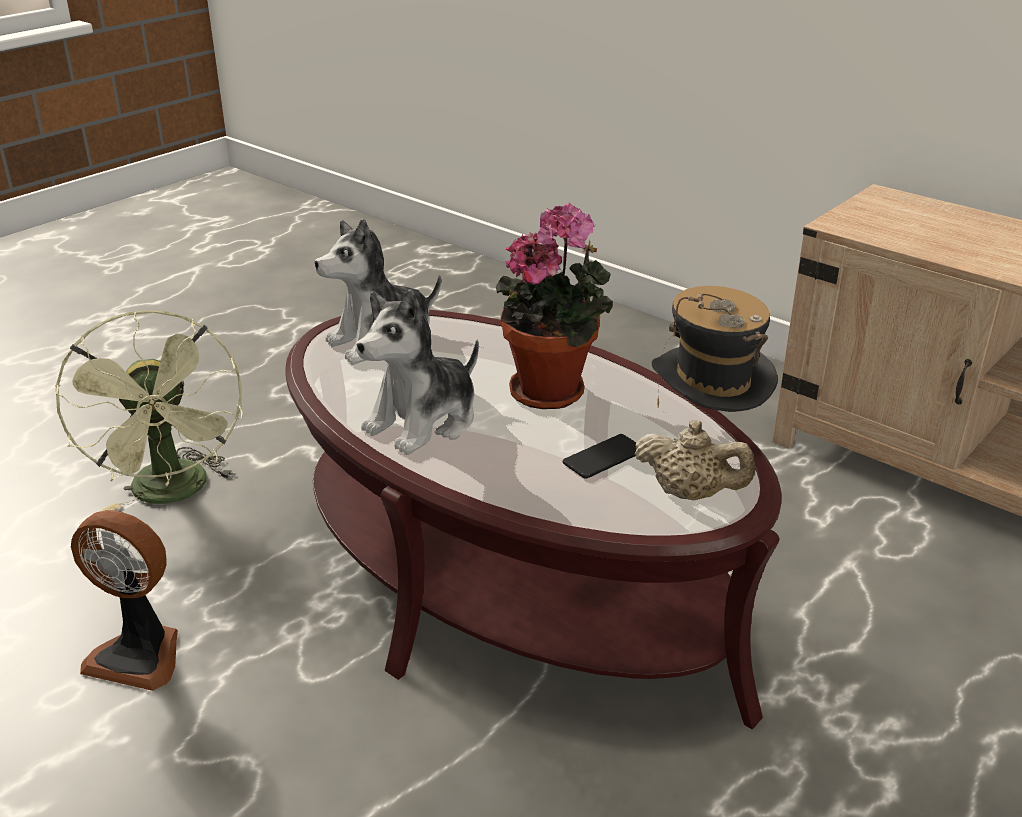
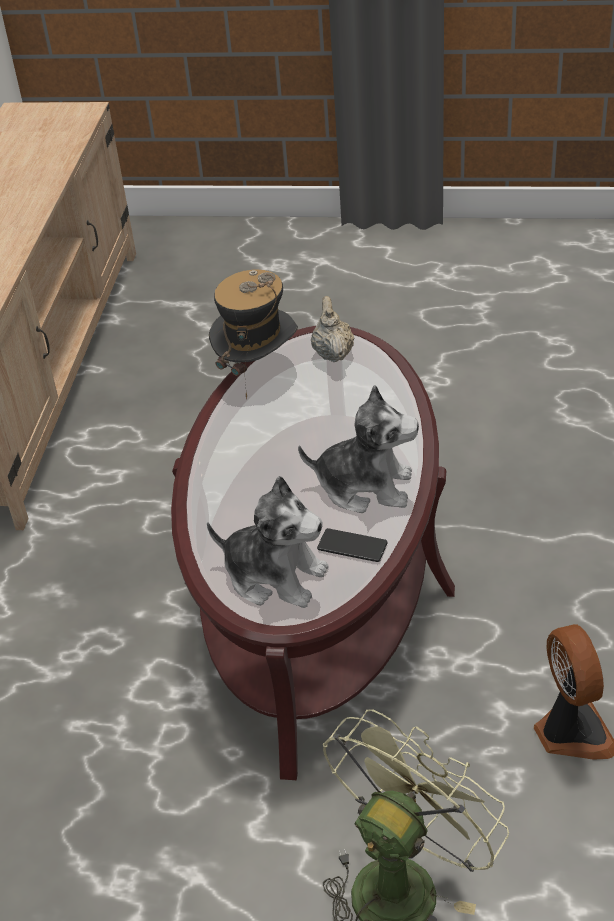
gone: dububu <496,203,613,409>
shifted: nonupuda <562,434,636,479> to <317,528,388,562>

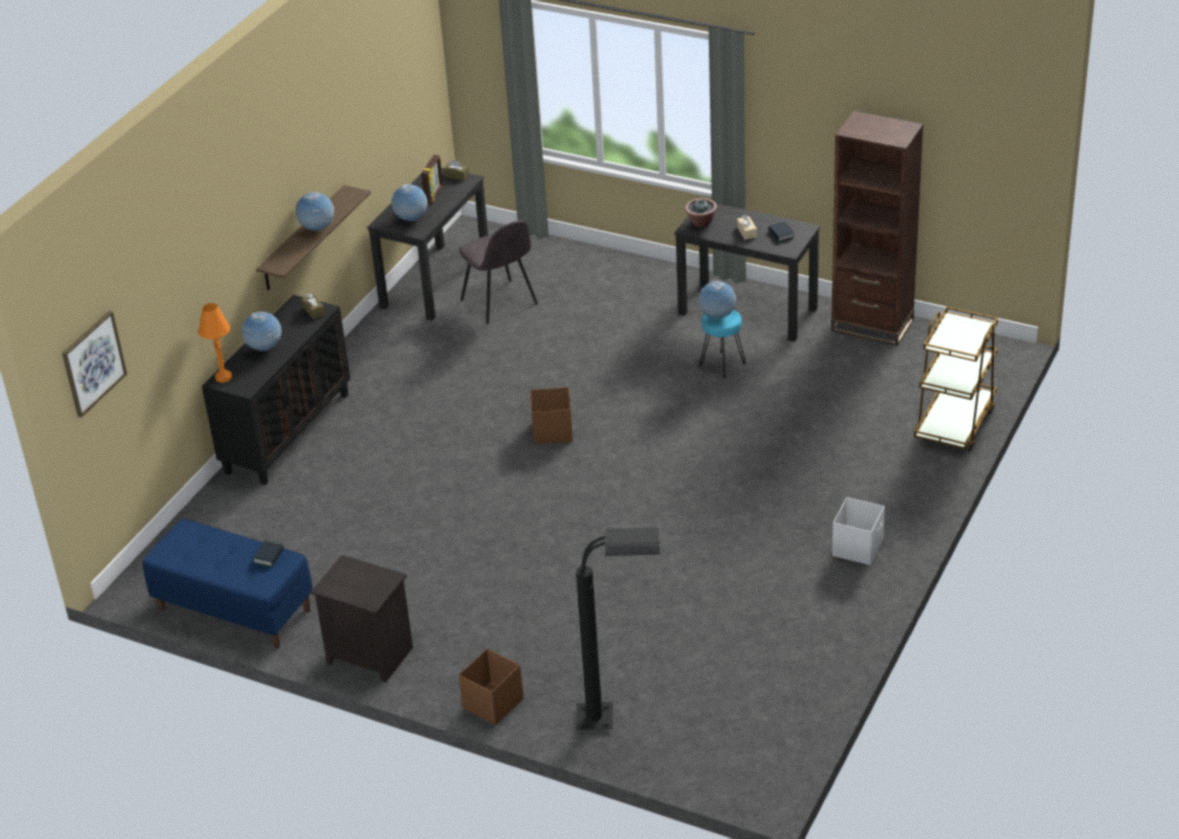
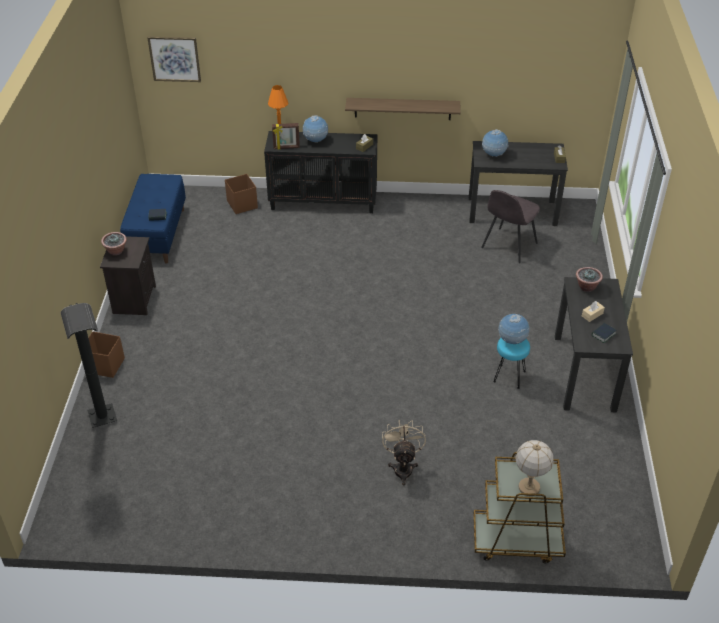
gone: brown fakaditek <831,111,923,346>; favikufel <296,192,334,231>; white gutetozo <832,497,885,565>
new: dububu <101,232,127,256>; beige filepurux <382,420,426,486>; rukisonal <515,440,553,496>
shifted: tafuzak <421,155,443,204> to <272,123,300,149>; brown gutetozo <530,387,573,444> to <225,174,258,214>

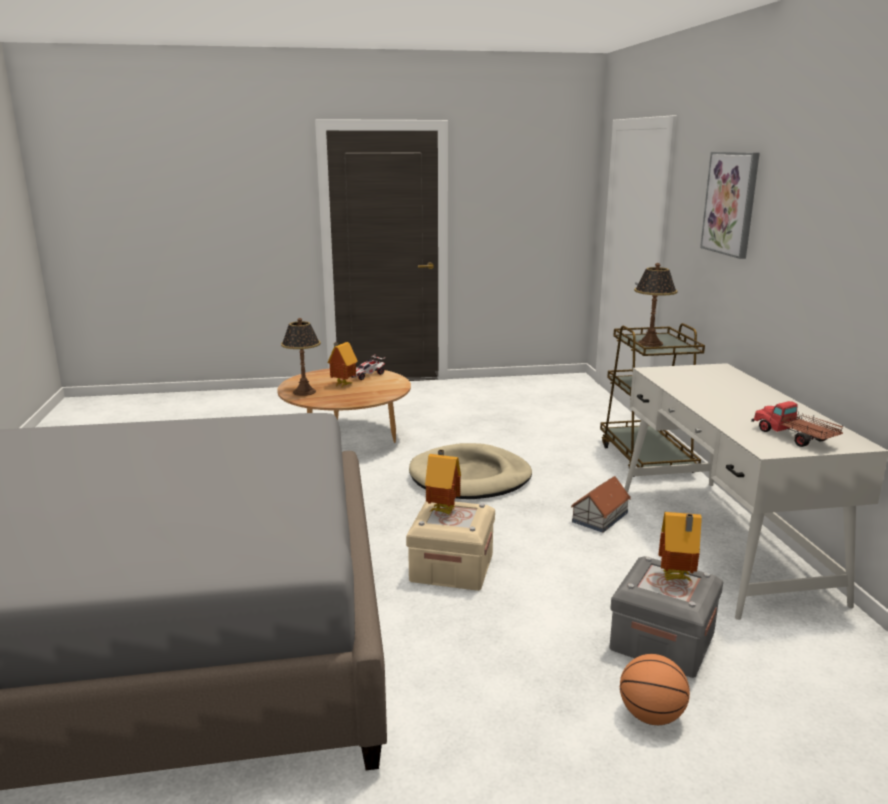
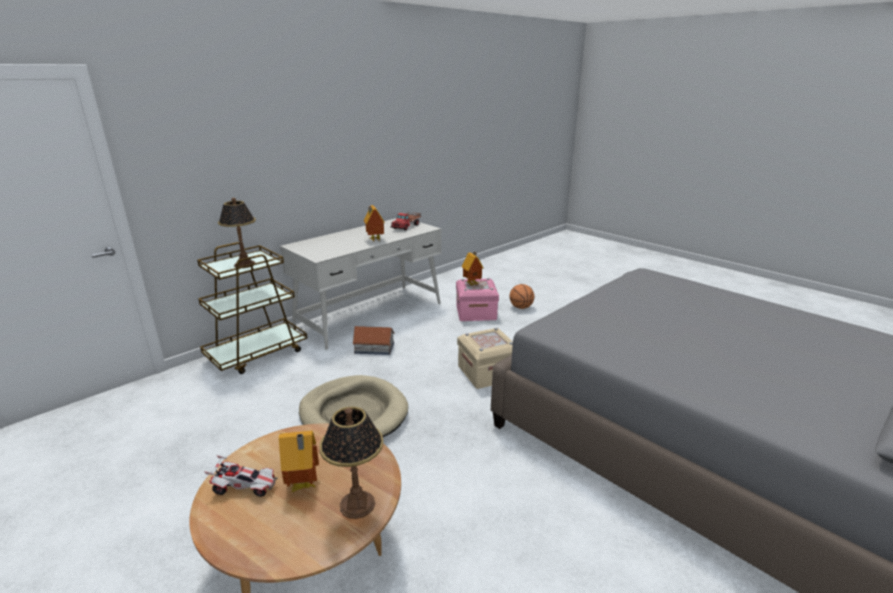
gone: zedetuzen <700,152,760,259>
shifted: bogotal <425,449,461,514> to <364,205,385,242>
repainted: grey gutetozo <609,556,723,678> to pink gutetozo <456,278,499,321>

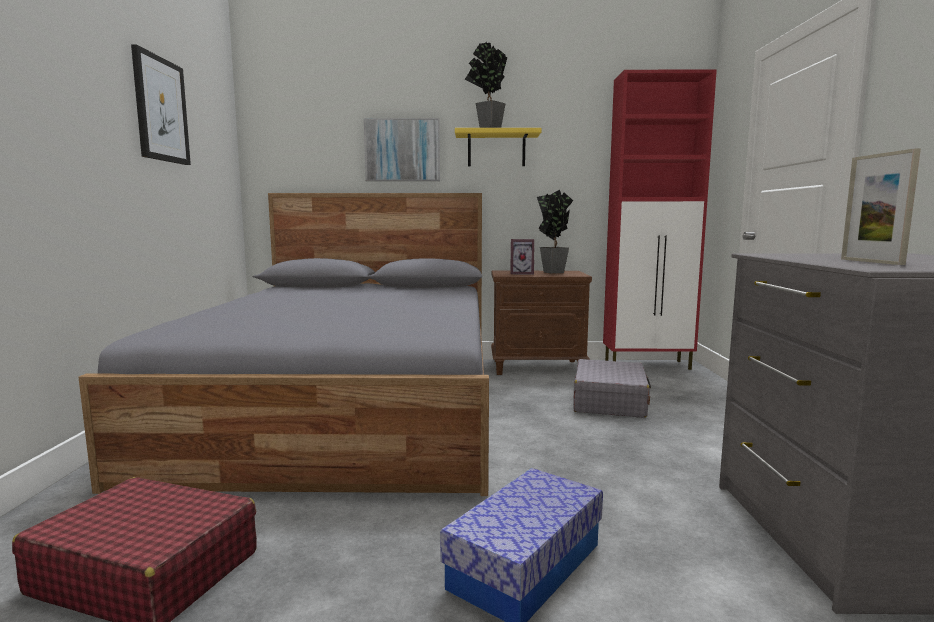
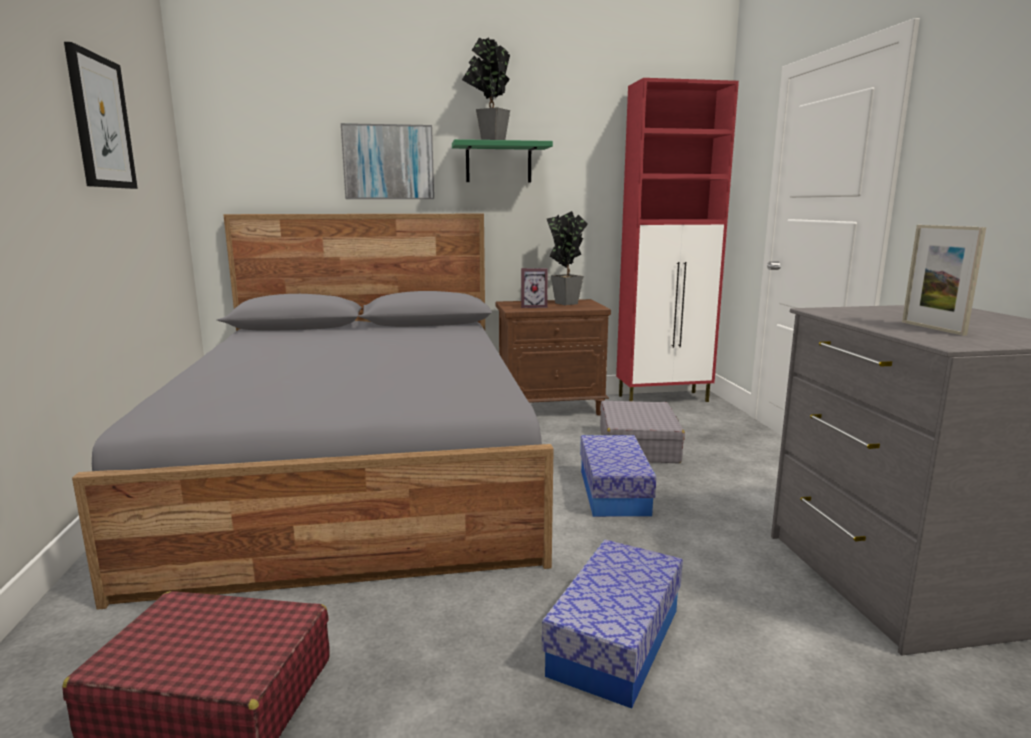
new: gutetozo <580,435,656,517>
repainted: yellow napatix <455,128,542,166> to green napatix <452,139,553,182>

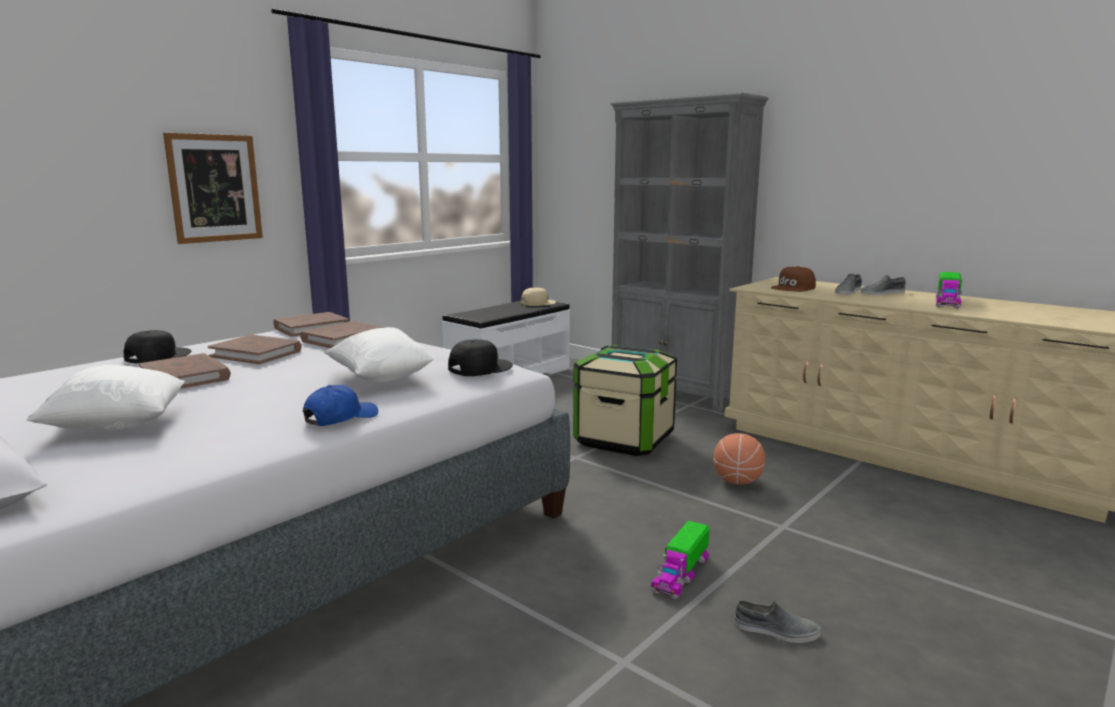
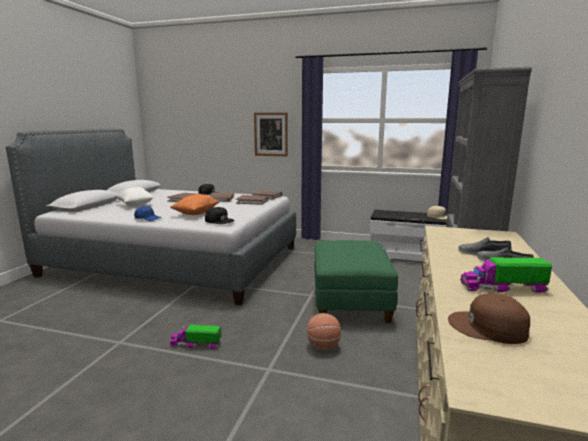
gone: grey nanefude <735,600,821,643>
shifted: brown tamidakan <771,266,816,292> to <448,294,530,344>
swapped: gutetozo <573,345,677,456> to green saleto <314,240,398,323>
repainted: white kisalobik <324,327,435,383> to orange kisalobik <170,194,220,215>

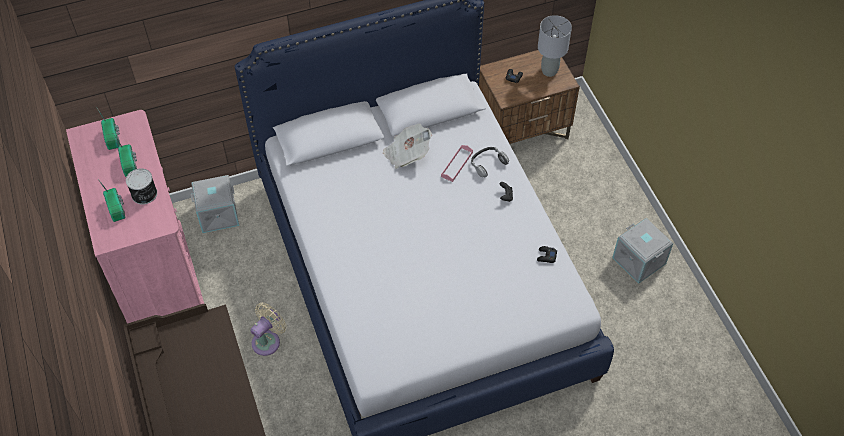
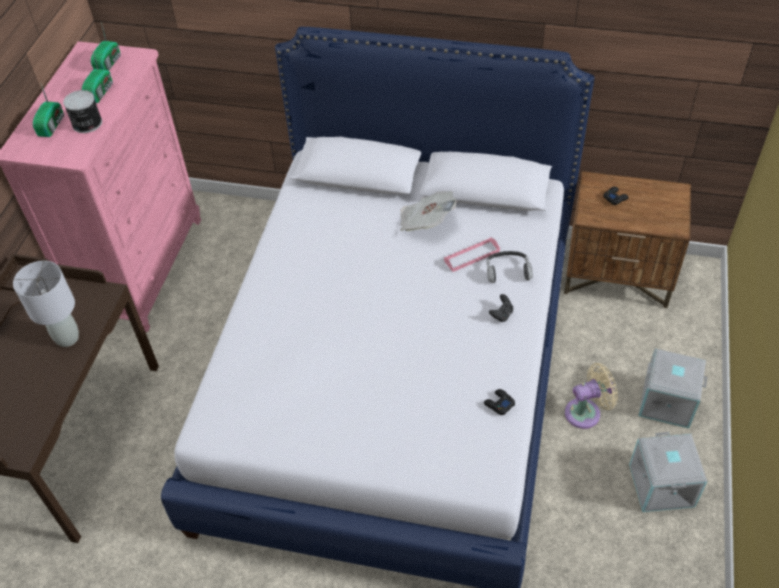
shifted: grey rukisonal <538,15,572,77> to <13,261,79,347>; grey gutetozo <191,175,239,233> to <639,349,707,428>; beige filepurux <251,303,286,356> to <565,363,618,429>

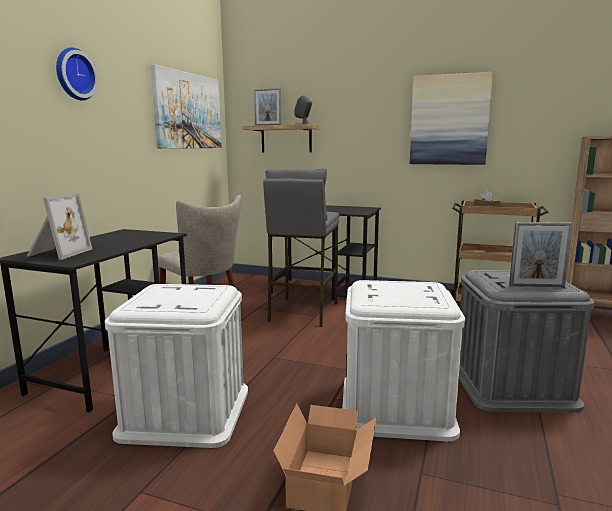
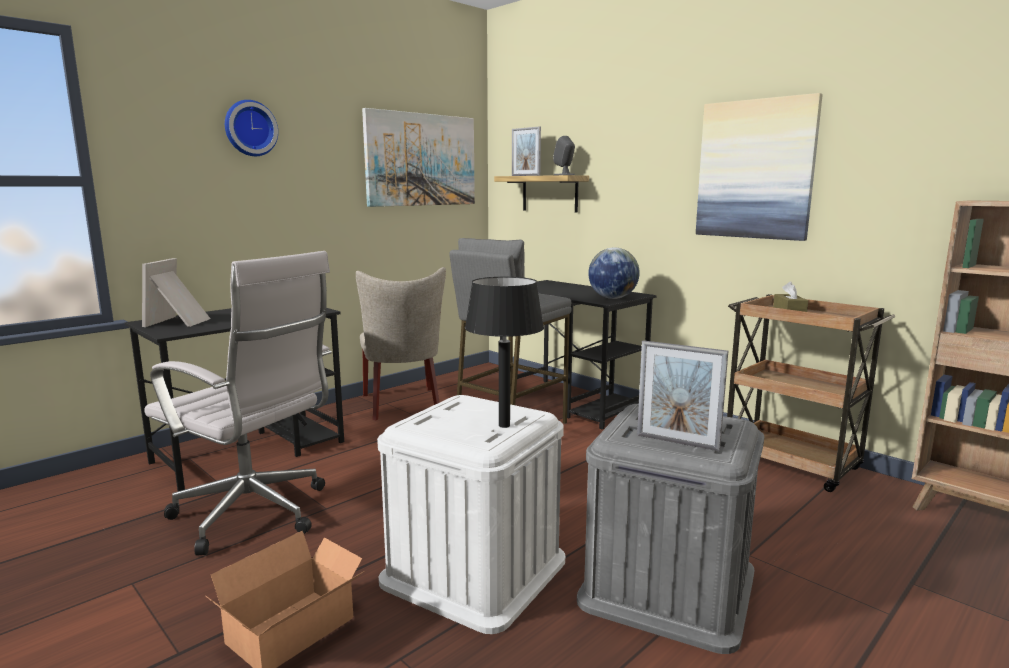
new: favikufel <588,248,640,299>; black rukisonal <465,277,544,428>
swapped: white gutetozo <105,284,248,448> to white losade <144,251,332,556>
rotated: tafuzak <27,193,92,260> = <142,258,211,327> 150 degrees clockwise

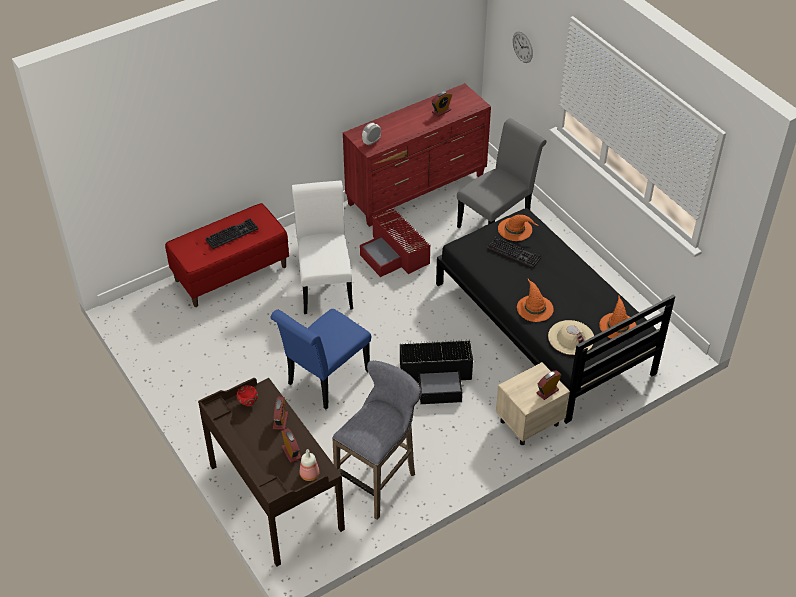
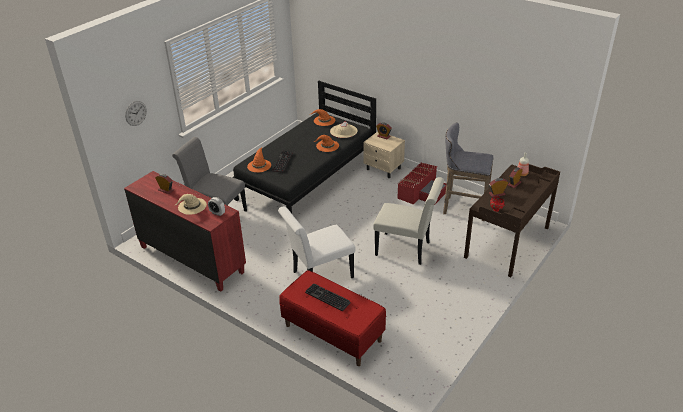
gone: black gutetozo <400,339,473,404>
new: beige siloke <176,194,207,215>
shifted: red gutetozo <360,208,430,277> to <397,162,446,205>
repainted: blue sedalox <270,309,371,409> to white sedalox <373,177,444,265>

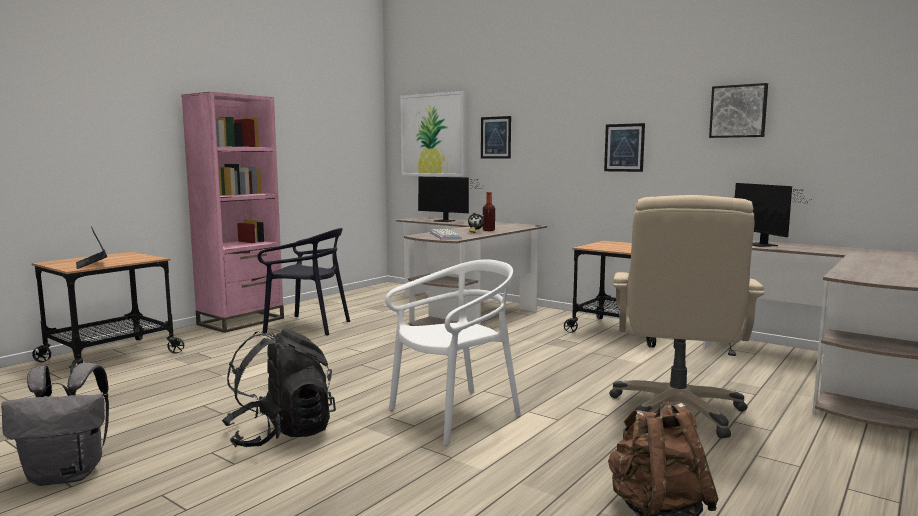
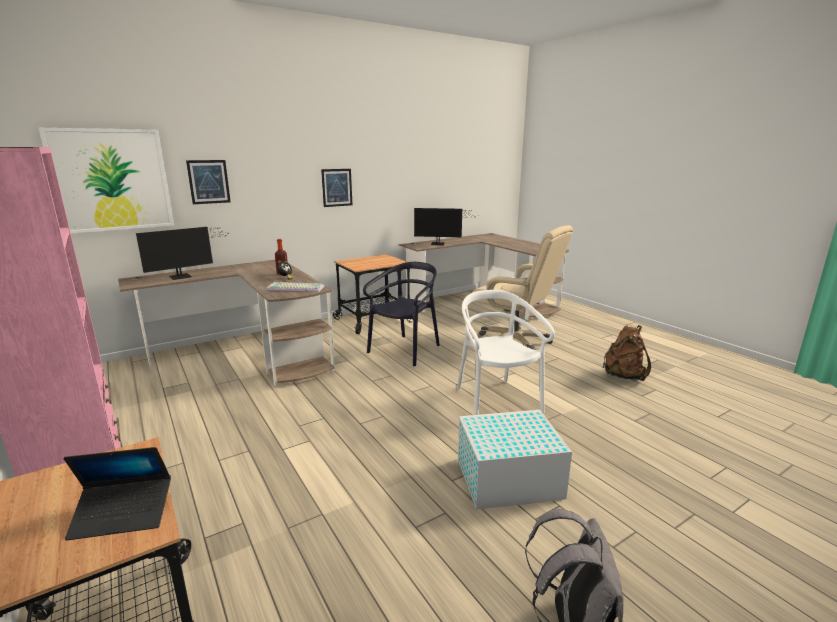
gone: zedetuzen <709,83,768,138>
shifted: black sedalox <258,228,350,336> to <363,262,440,366>
swapped: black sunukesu <222,328,336,447> to white gutetozo <458,410,572,509>

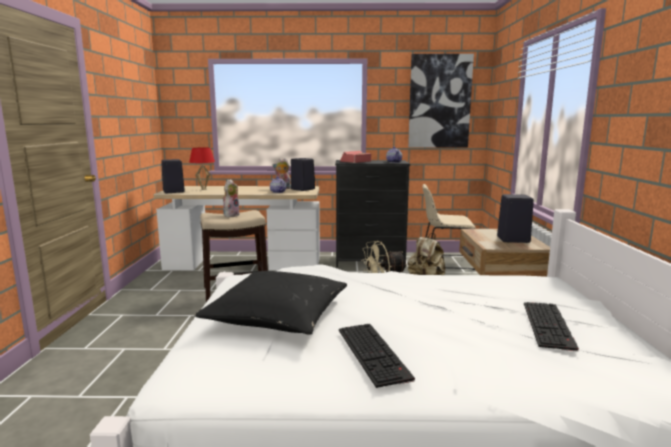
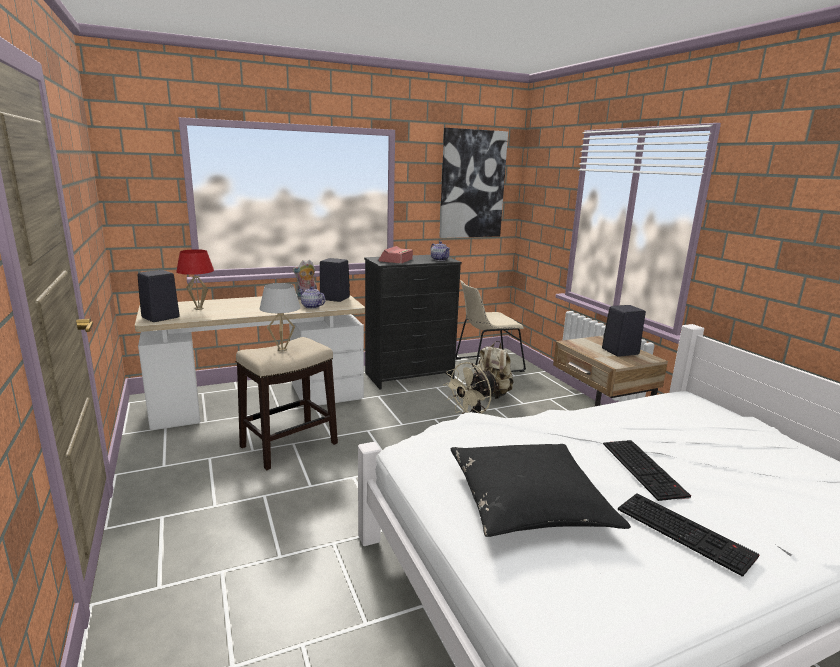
shifted: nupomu <524,302,579,352> to <603,440,691,501>
swapped: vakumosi <222,179,239,217> to white rukisonal <260,283,301,351>

